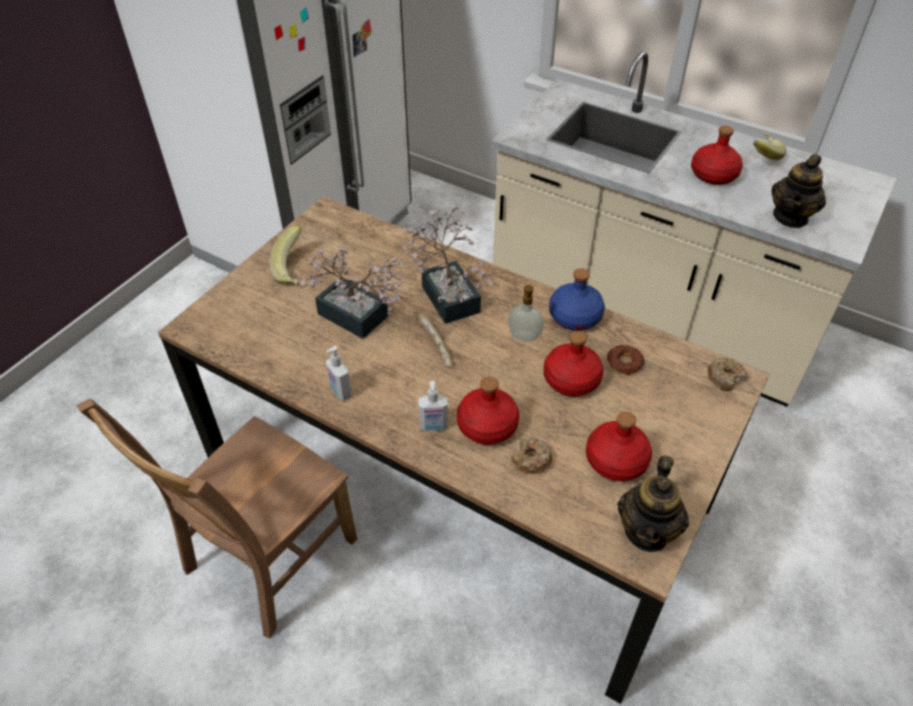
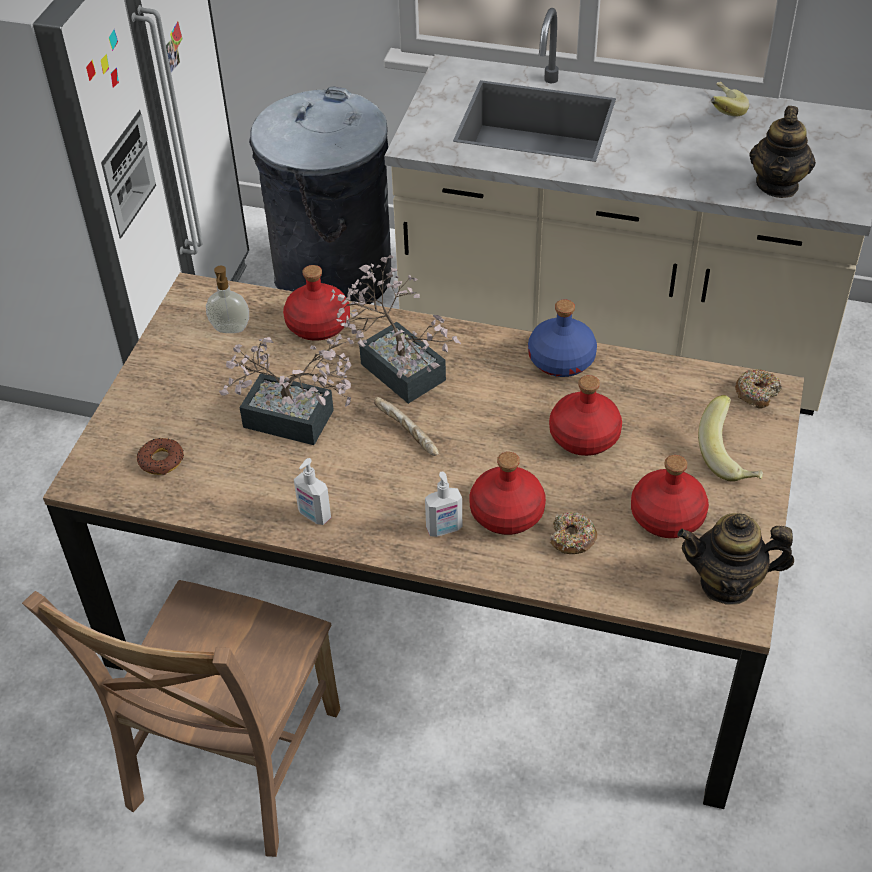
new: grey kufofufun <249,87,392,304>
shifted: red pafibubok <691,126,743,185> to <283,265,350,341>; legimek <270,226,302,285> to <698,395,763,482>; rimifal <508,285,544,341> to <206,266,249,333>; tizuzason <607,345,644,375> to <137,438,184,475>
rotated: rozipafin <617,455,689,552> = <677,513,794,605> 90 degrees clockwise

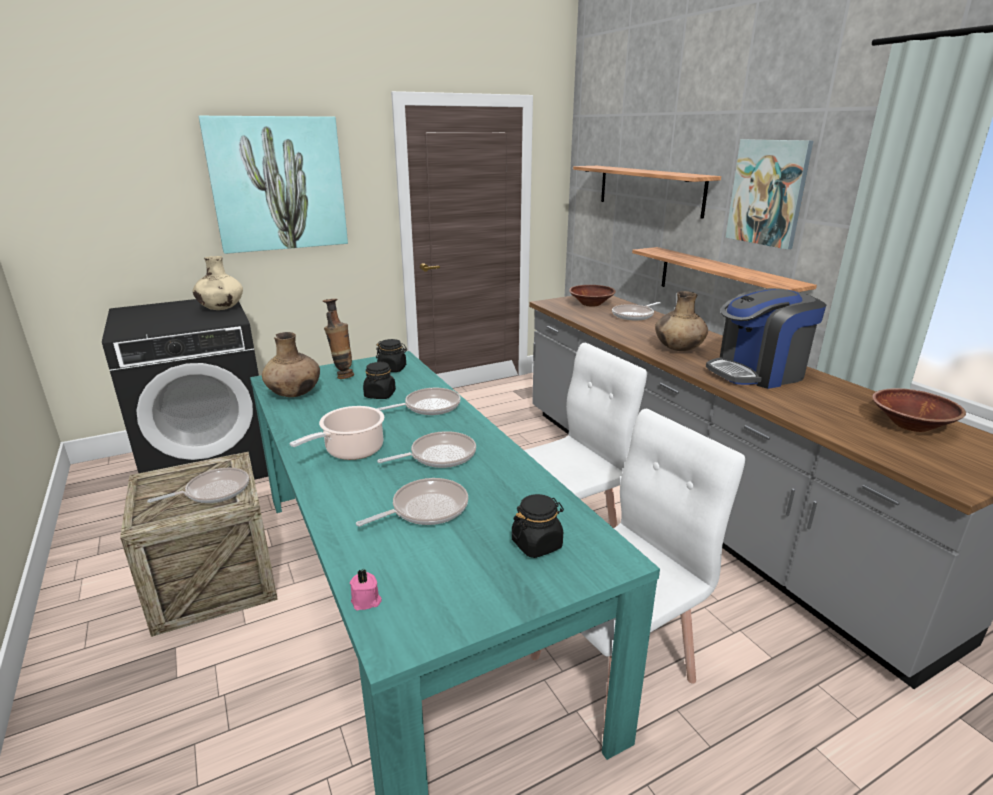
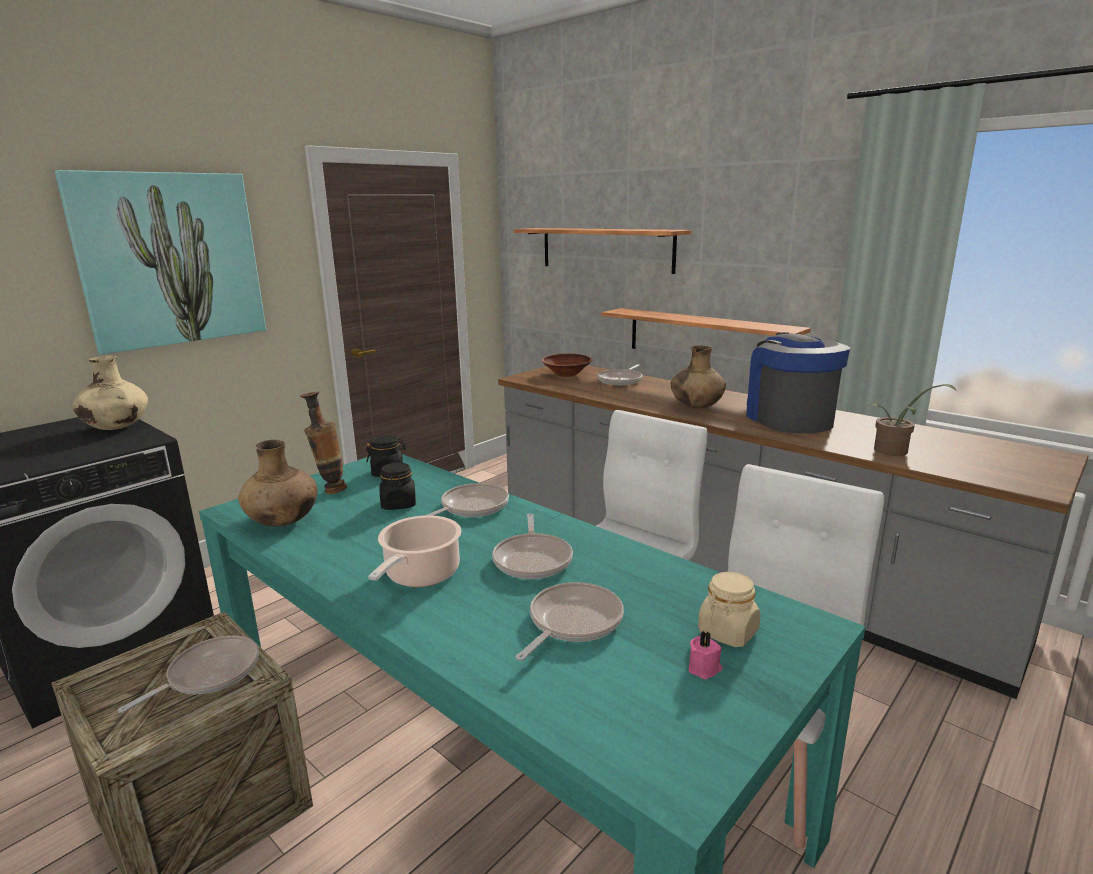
gone: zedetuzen <726,139,813,250>; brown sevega <872,388,966,432>
new: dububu <868,384,956,456>
shifted: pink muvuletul <350,569,382,610> to <689,631,722,680>
repainted: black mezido <512,494,564,558> to beige mezido <698,572,761,647>
rotated: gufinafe <706,288,826,389> = <746,332,850,434> 120 degrees clockwise; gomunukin <377,431,476,468> = <492,514,573,579> 135 degrees clockwise

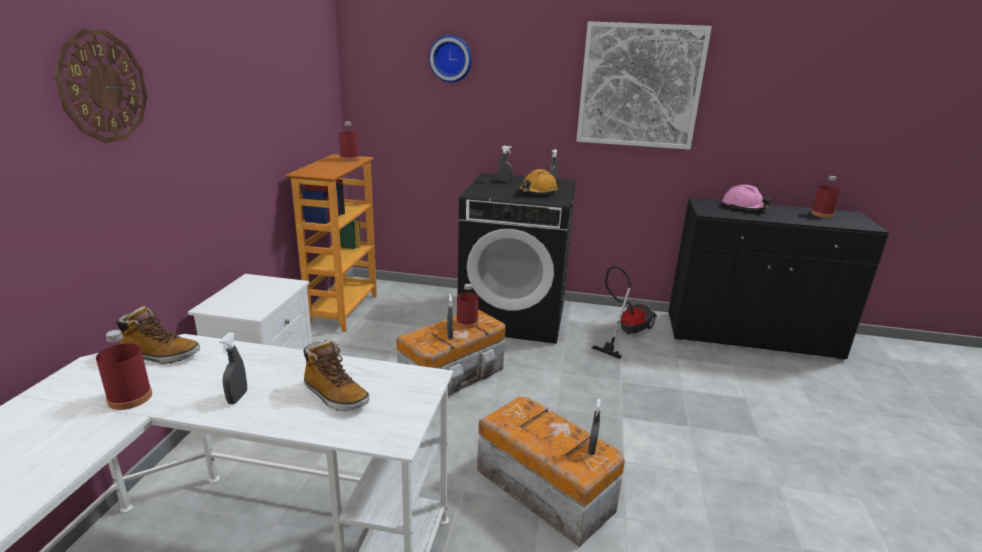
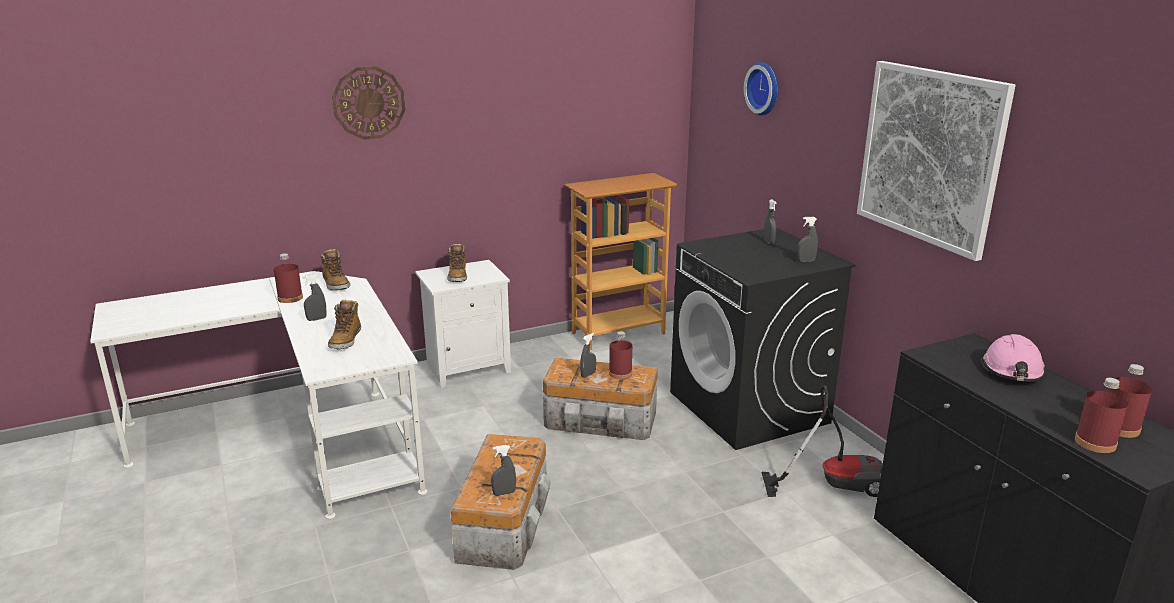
gone: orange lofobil <518,169,559,194>
new: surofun <447,244,467,282>
shifted: red pafibubok <339,122,360,161> to <1075,378,1128,453>

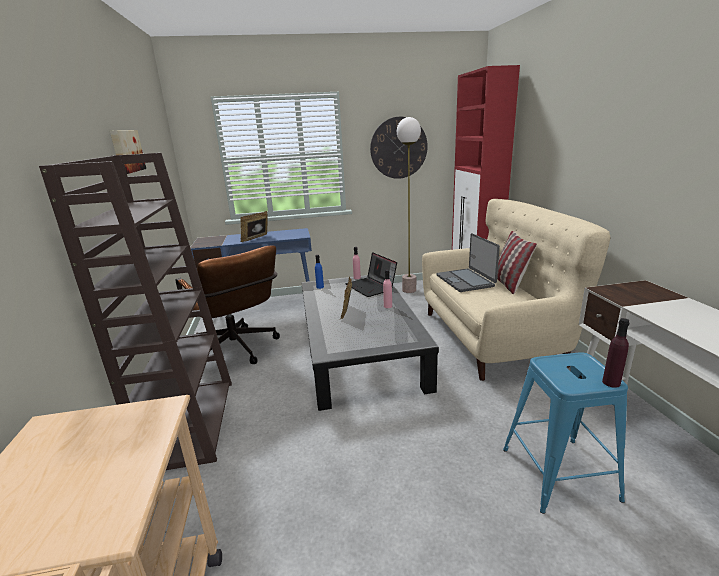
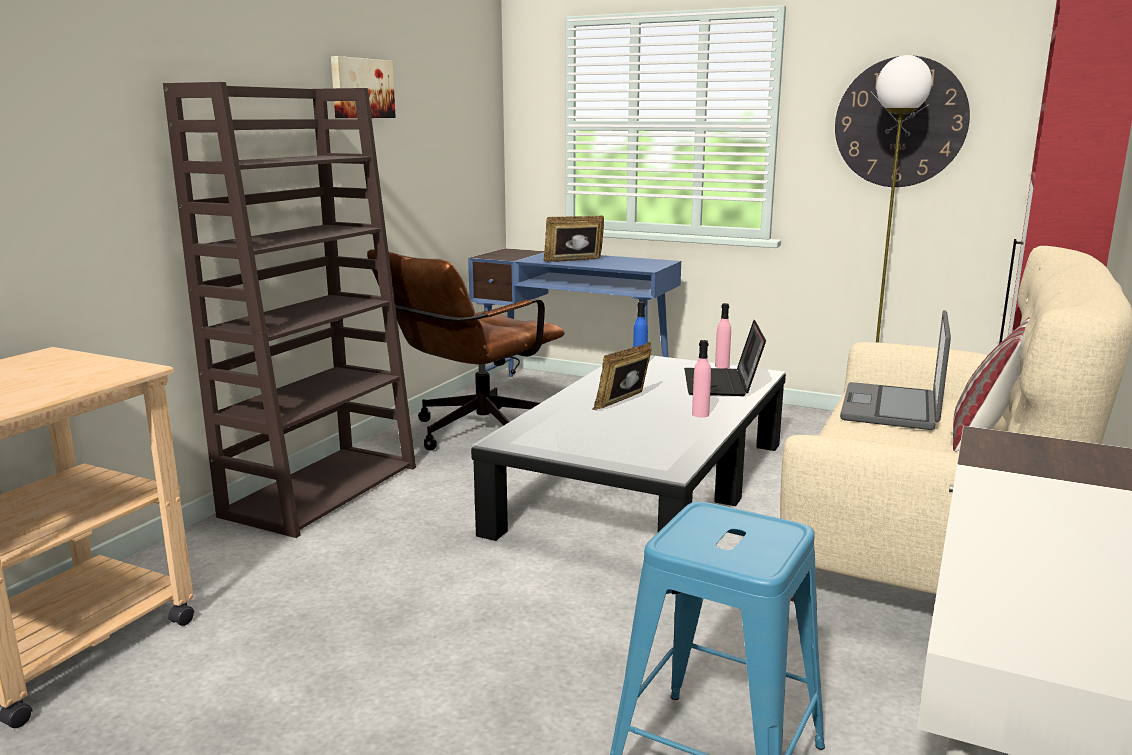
gone: purple pafibubok <602,318,630,388>
rotated: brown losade <176,246,280,364> = <367,249,565,450> 45 degrees clockwise

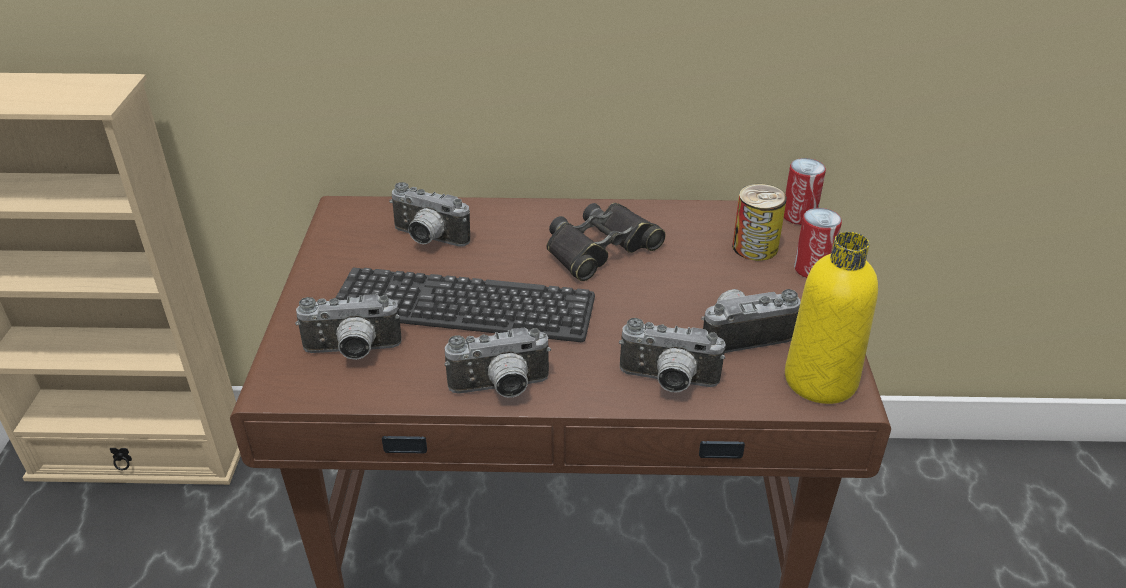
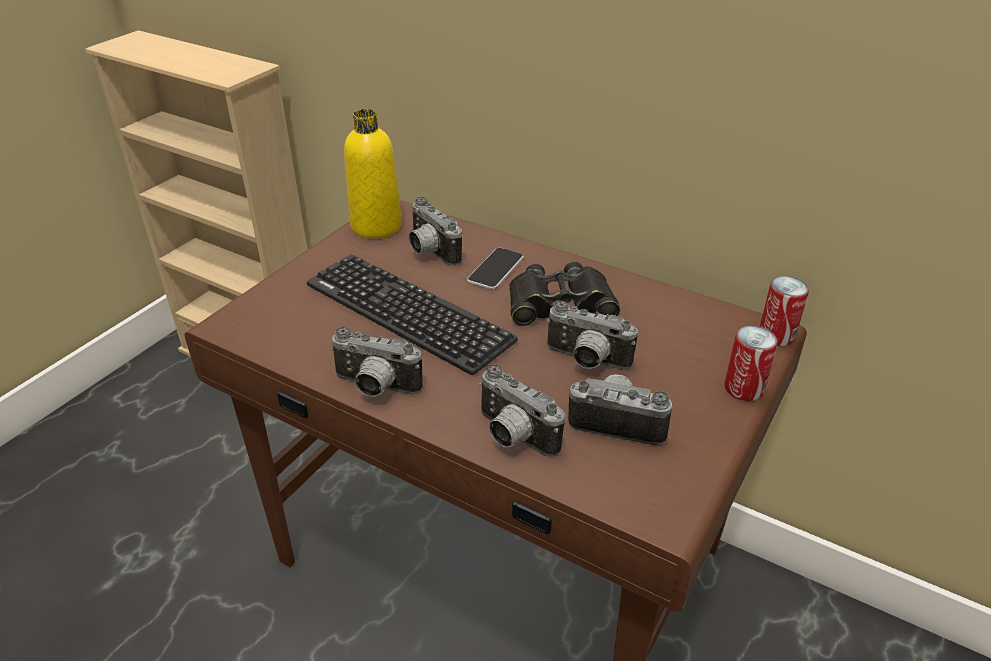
gone: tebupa <732,184,787,261>
new: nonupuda <467,248,524,290>
shifted: yellow pafibubok <785,232,878,404> to <344,109,402,238>; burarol <295,294,402,360> to <546,301,638,370>

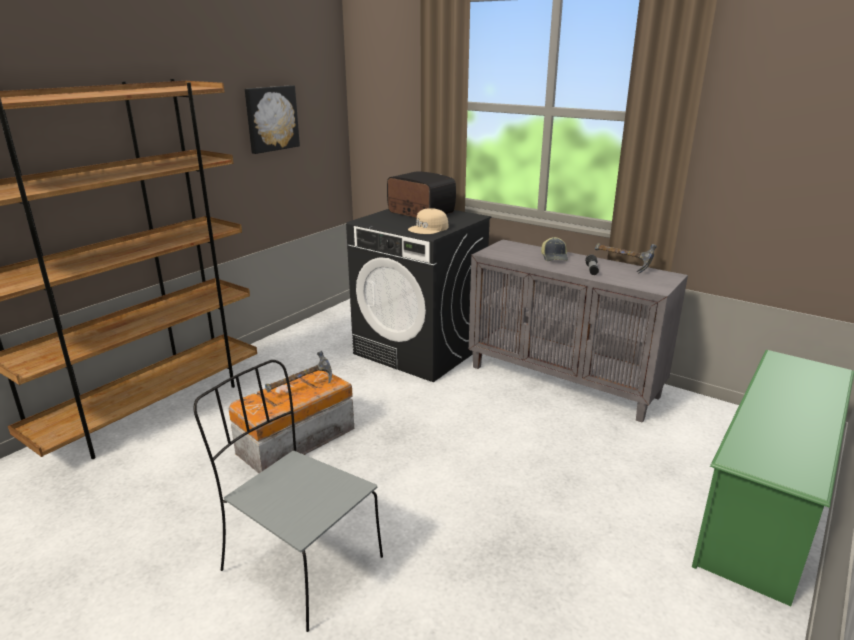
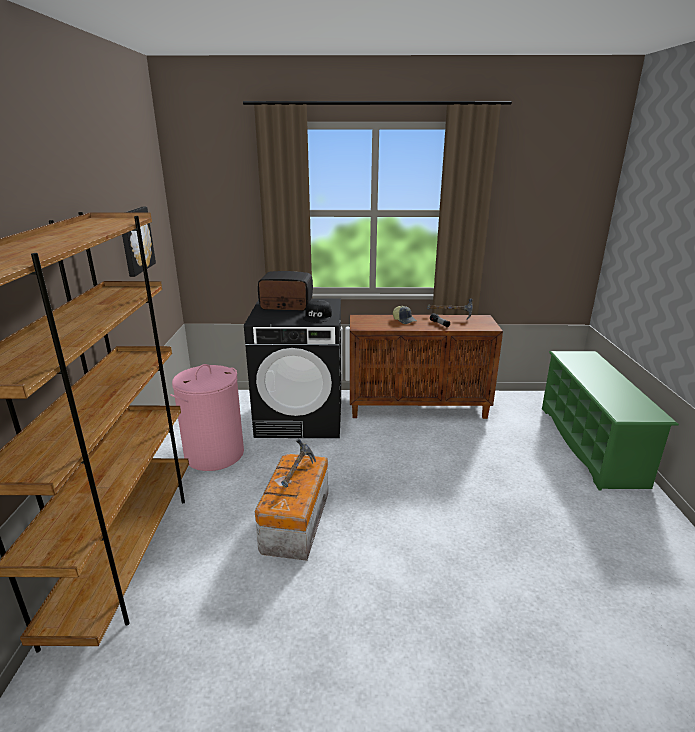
gone: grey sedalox <194,360,383,632>
new: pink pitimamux <170,364,244,471>
repainted: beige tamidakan <408,208,448,234> to black tamidakan <303,300,332,322>; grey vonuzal <469,239,688,423> to brown vonuzal <350,315,503,419>

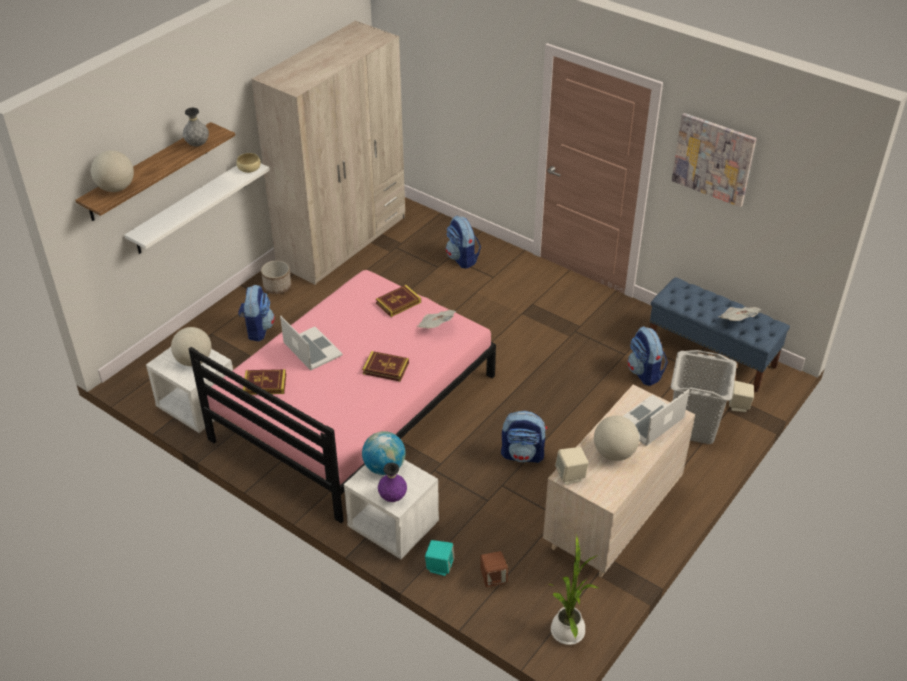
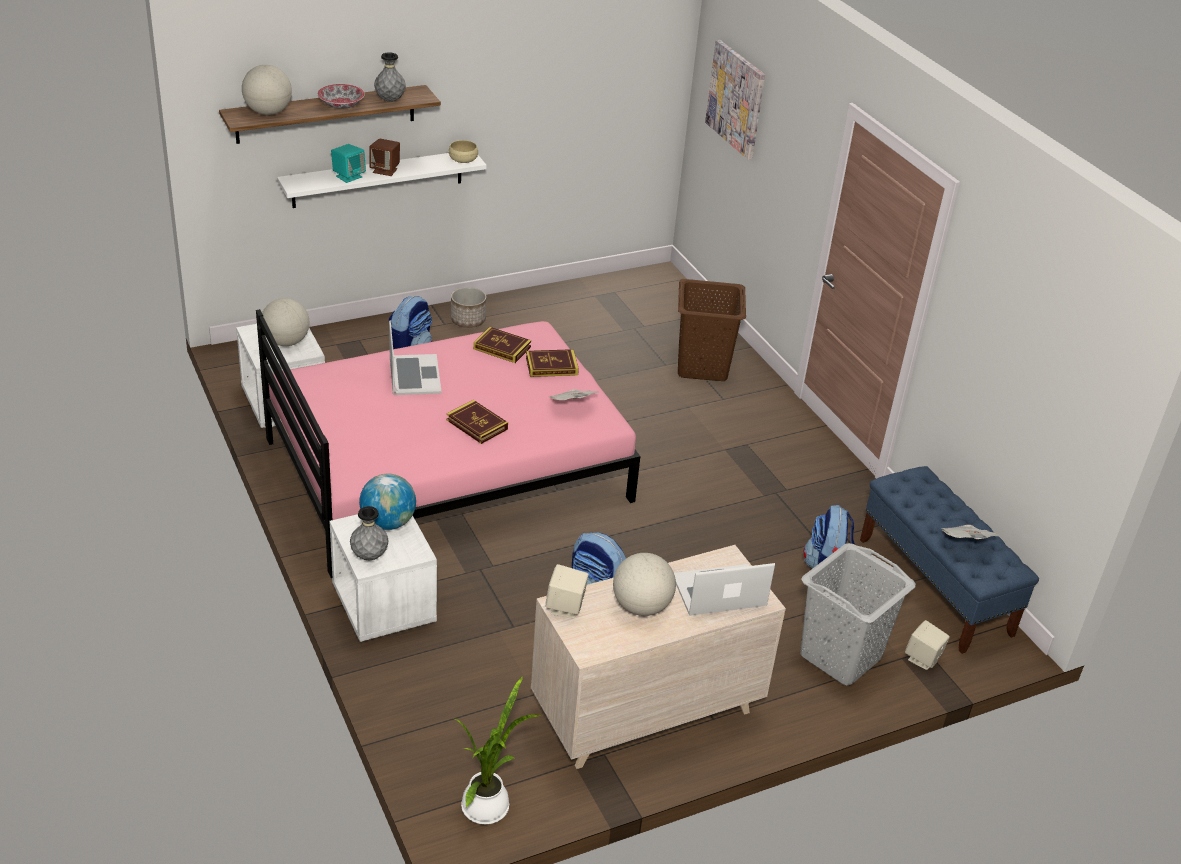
gone: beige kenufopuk <251,21,405,285>
new: sevega <318,84,365,109>
shifted: zedetuzen <672,113,757,207> to <705,40,765,160>; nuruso <243,369,286,395> to <473,327,531,363>; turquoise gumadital <425,540,455,576> to <331,144,366,183>; brown gumadital <480,551,508,587> to <369,139,400,176>
swapped: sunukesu <446,216,481,269> to brown pitimamux <678,279,746,381>
repainted: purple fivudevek <378,463,407,502> to grey fivudevek <350,506,388,560>

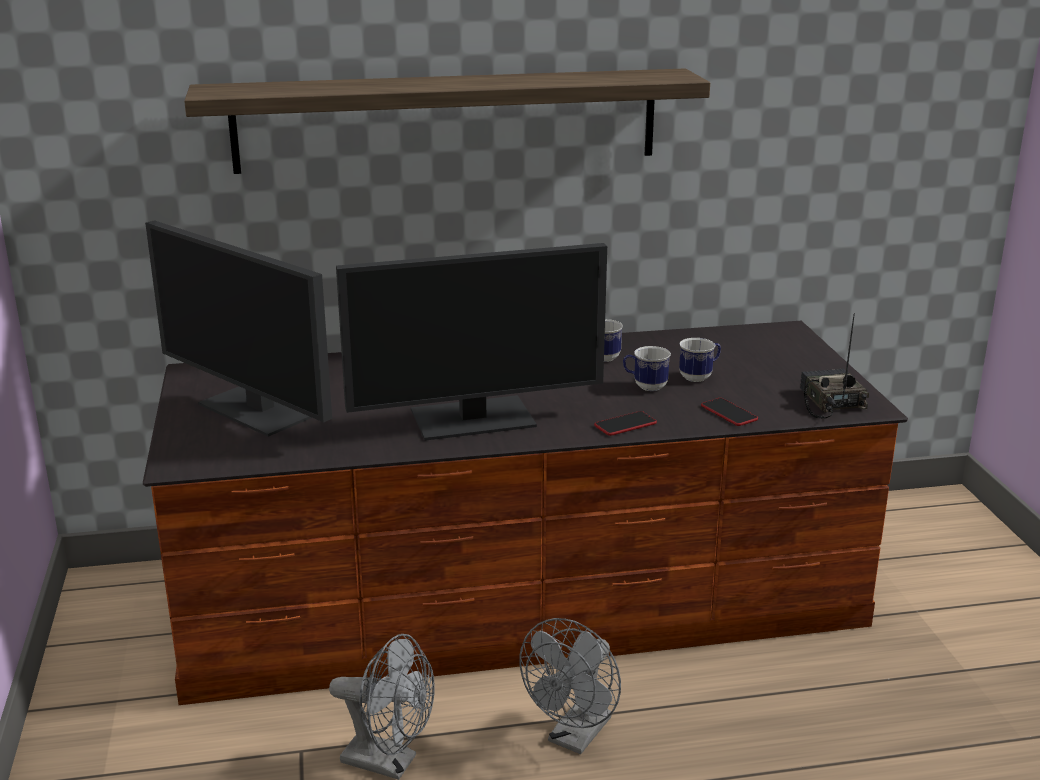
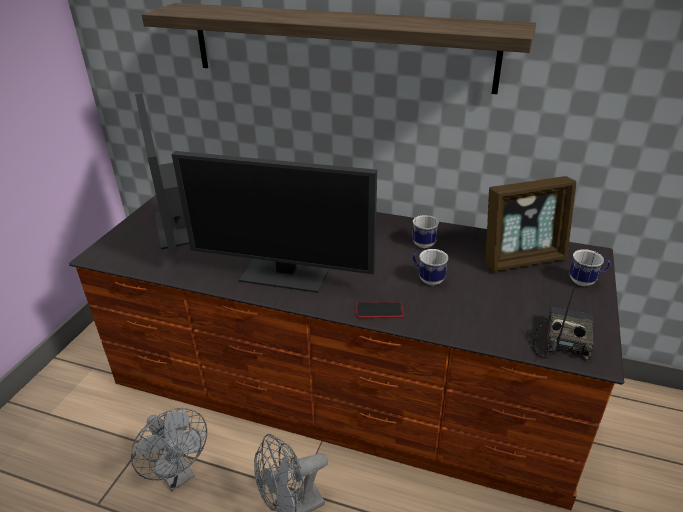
gone: nonupuda <701,398,758,426>
new: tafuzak <485,176,576,272>
shifted: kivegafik <679,338,721,382> to <569,249,610,286>

